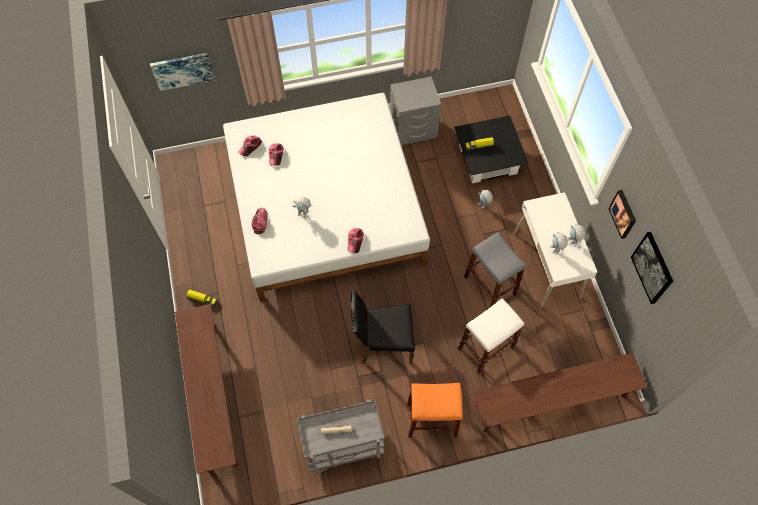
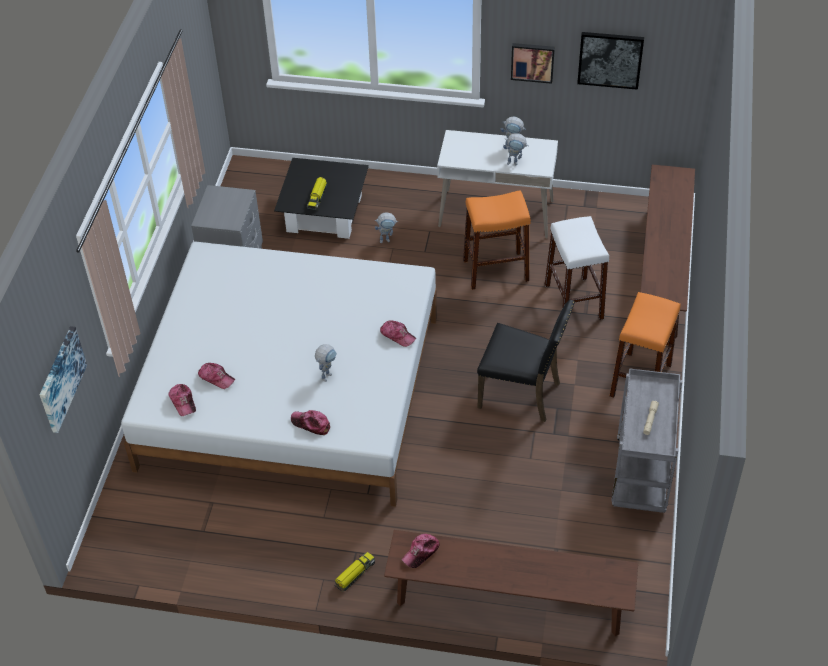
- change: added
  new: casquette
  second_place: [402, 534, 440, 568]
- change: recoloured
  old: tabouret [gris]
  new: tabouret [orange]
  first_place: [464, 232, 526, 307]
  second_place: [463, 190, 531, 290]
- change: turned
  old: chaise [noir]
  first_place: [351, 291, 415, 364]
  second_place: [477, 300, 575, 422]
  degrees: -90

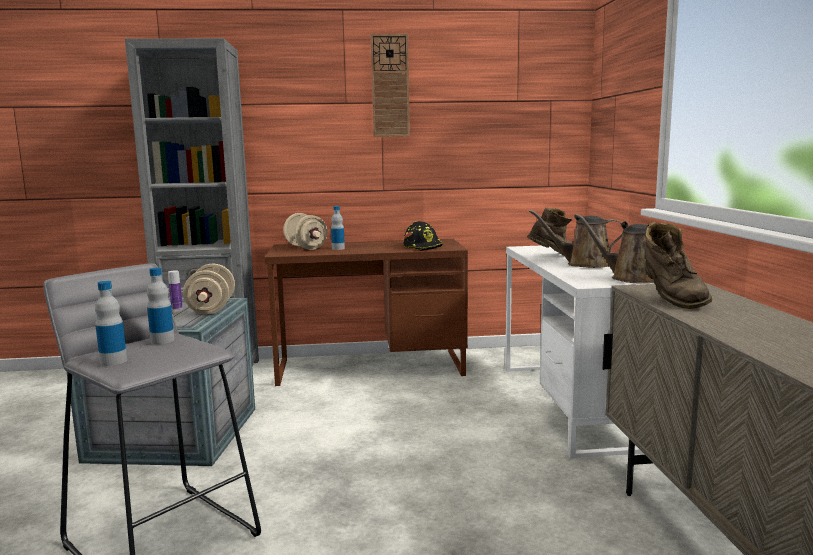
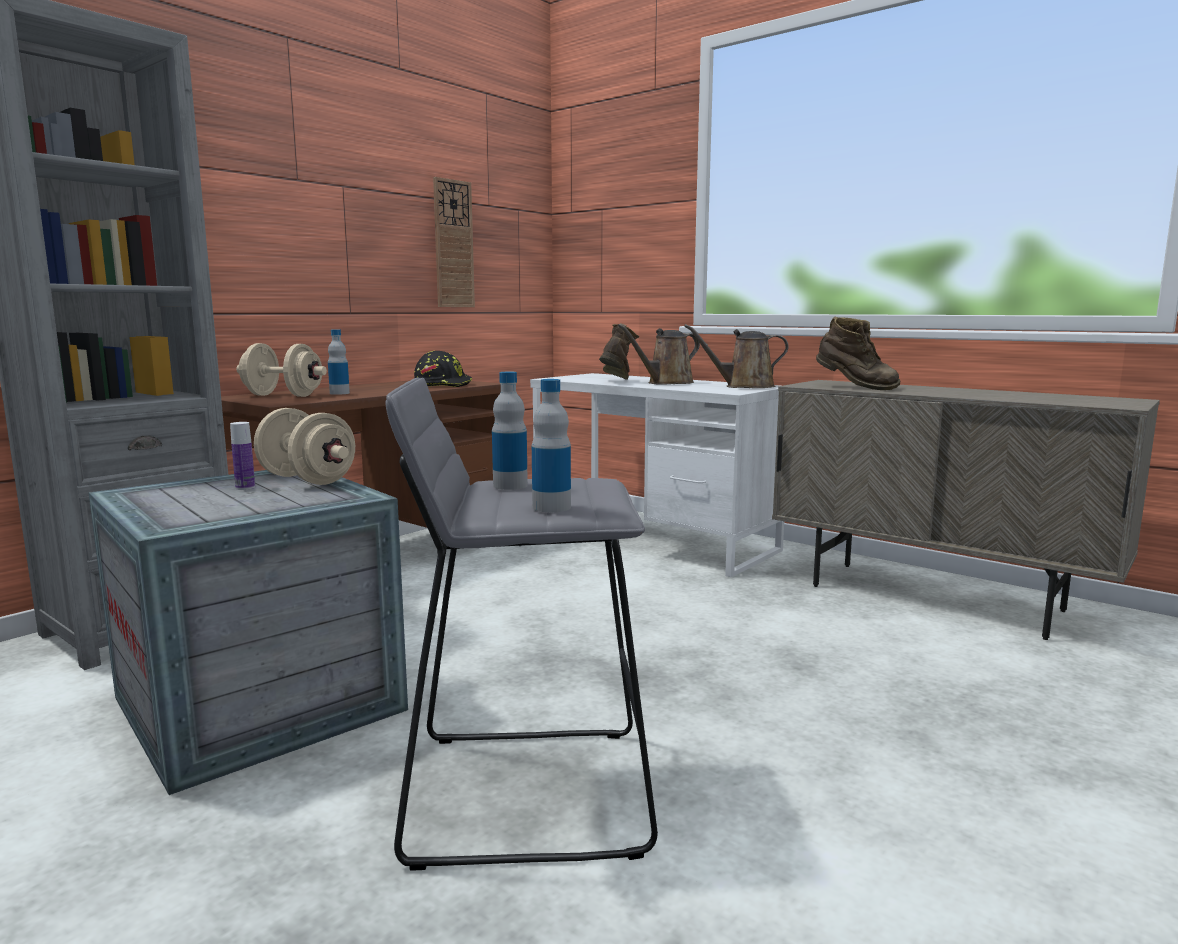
- change: moved
  old: horloge murale
  first_place: [370, 34, 410, 137]
  second_place: [433, 177, 475, 307]

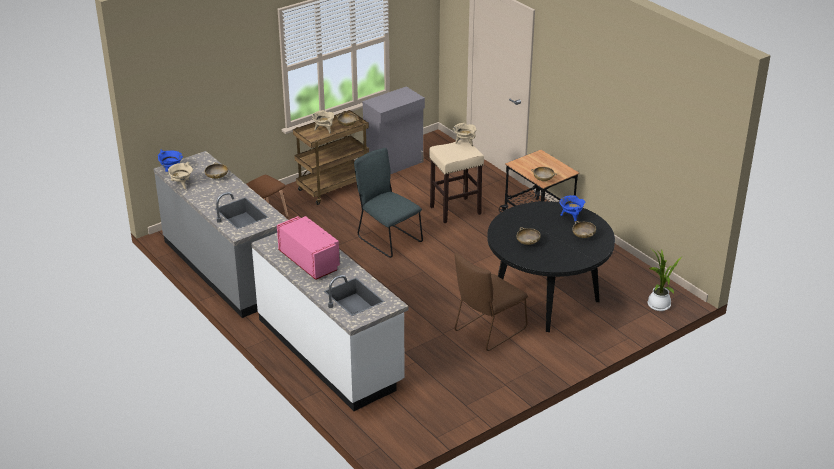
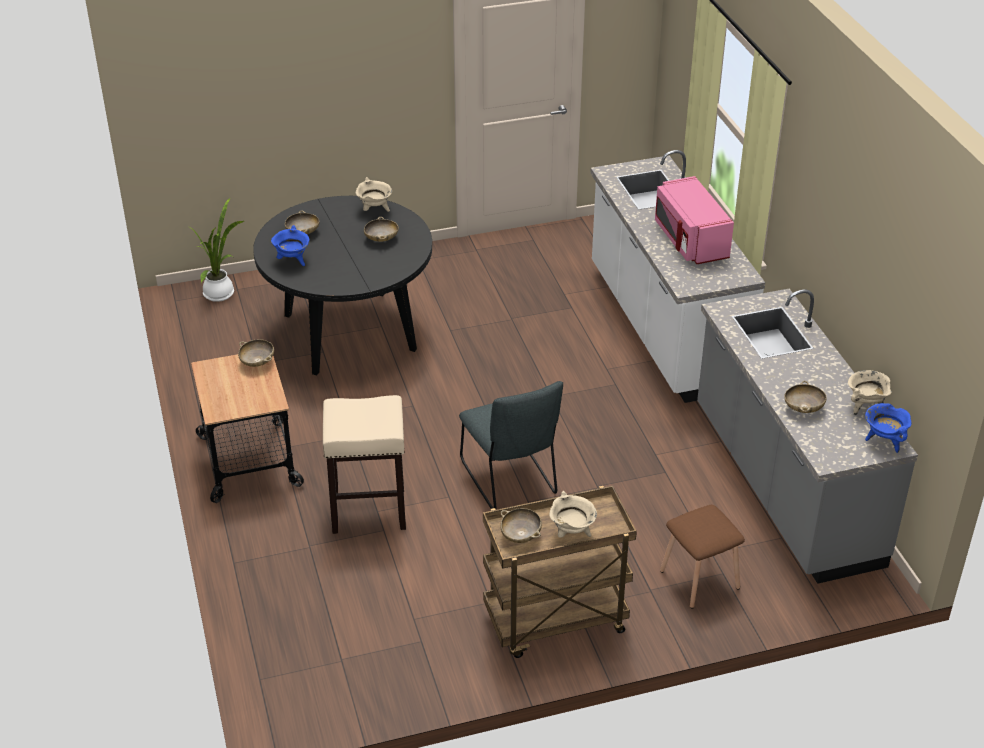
- change: moved
  old: marmite [beige]
  first_place: [453, 123, 476, 146]
  second_place: [356, 177, 392, 212]
- change: removed
  old: meuble de rangement [gris]
  first_place: [363, 86, 425, 174]
- change: removed
  old: chaise [marron]
  first_place: [455, 253, 528, 351]

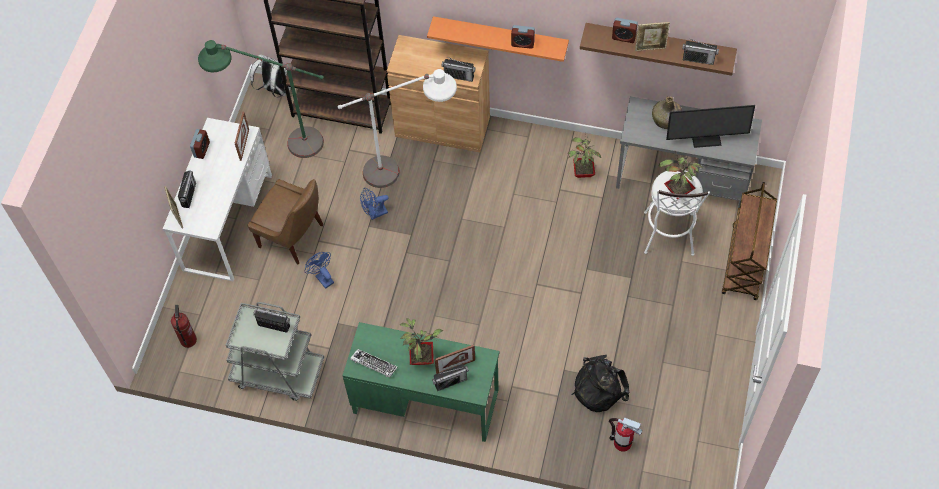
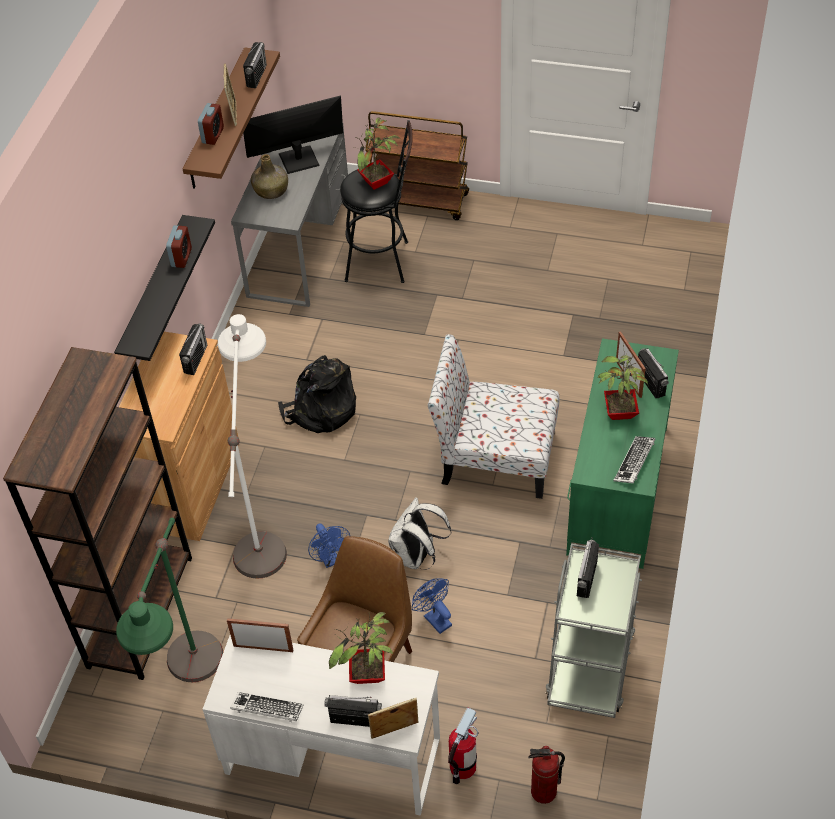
- change: recoloured
  old: étagère [orange]
  new: étagère [noir]
  first_place: [427, 16, 569, 62]
  second_place: [114, 215, 215, 361]
- change: replaced
  old: réveil
  new: clavier
  first_place: [190, 129, 210, 159]
  second_place: [230, 692, 304, 722]
- change: turned
  old: écran d'ordinateur
  first_place: [666, 105, 755, 148]
  second_place: [243, 95, 343, 174]
  degrees: -105
- change: moved
  old: sac à dos [noir]
  first_place: [571, 355, 630, 412]
  second_place: [278, 355, 356, 433]
- change: moved
  old: plante en pot
  first_place: [568, 132, 601, 178]
  second_place: [329, 612, 393, 684]
- change: recoloured
  old: tabouret [blanc]
  new: tabouret [noir]
  first_place: [644, 171, 710, 256]
  second_place: [340, 120, 413, 283]
- change: moved
  old: sac à dos [blanc]
  first_place: [250, 54, 291, 98]
  second_place: [388, 497, 451, 570]
- change: turned
  old: ventilateur [bleu]
  first_place: [304, 252, 334, 289]
  second_place: [412, 578, 452, 634]
  degrees: 90
- change: added
  new: chaise
  second_place: [428, 334, 560, 499]
- change: moved
  old: extincteur
  first_place: [609, 418, 642, 452]
  second_place: [448, 707, 478, 785]

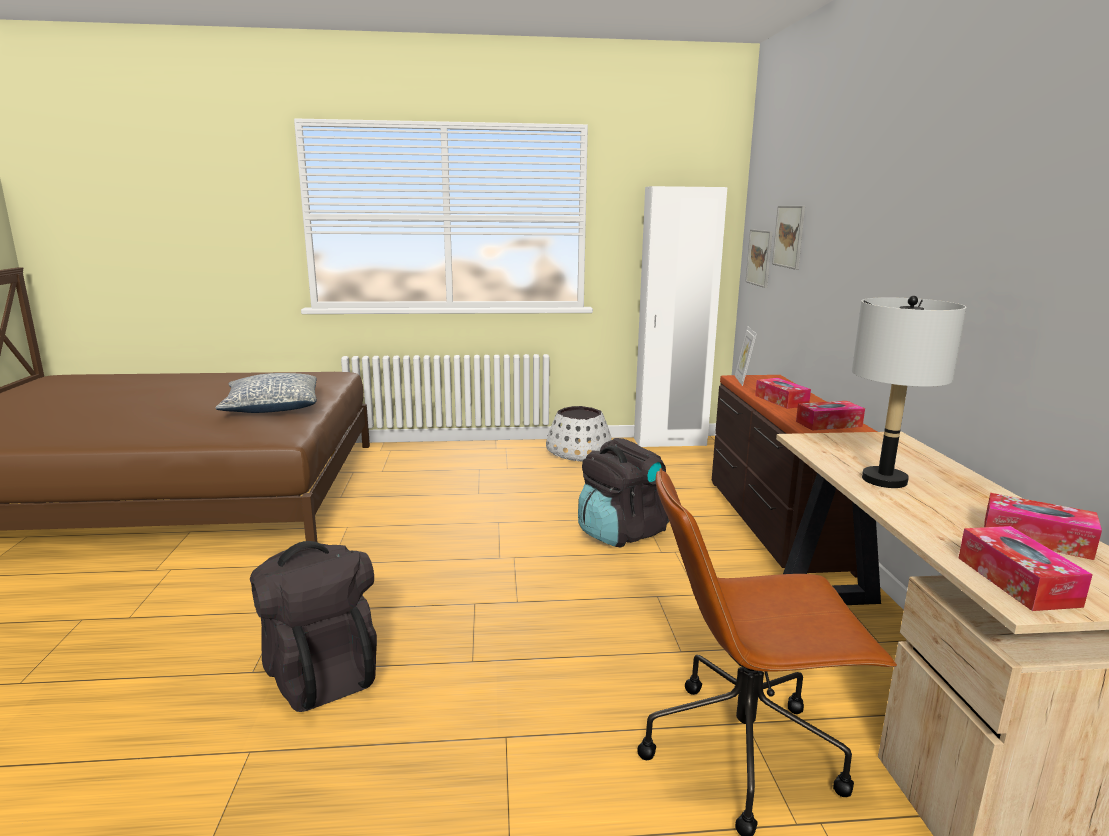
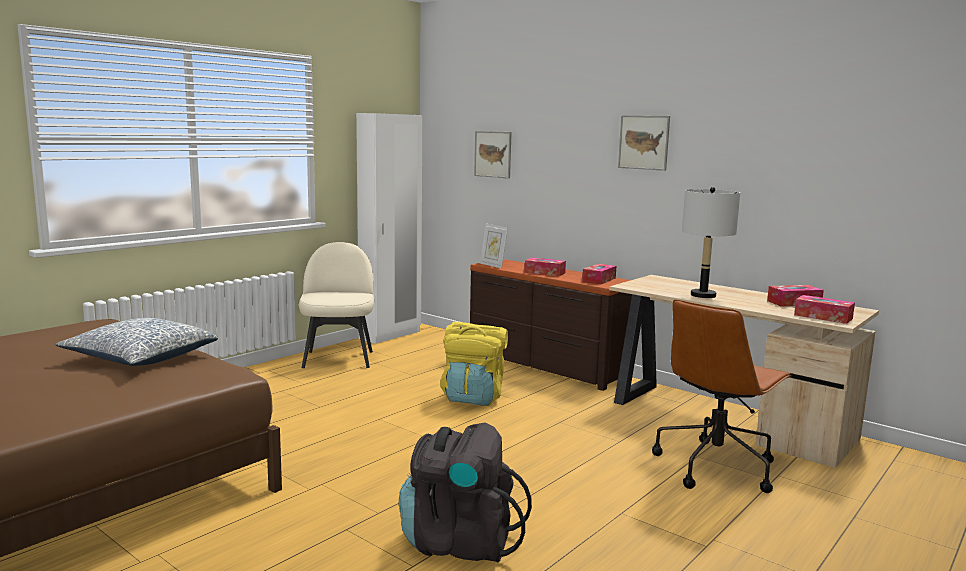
- change: replaced
  old: cache-pot [blanc]
  new: chaise [beige]
  first_place: [546, 406, 612, 462]
  second_place: [299, 242, 374, 368]
- change: recoloured
  old: sac à dos [noir]
  new: sac à dos [jaune]
  first_place: [578, 438, 669, 547]
  second_place: [440, 322, 508, 406]
- change: moved
  old: tableau
  first_place: [745, 229, 773, 288]
  second_place: [618, 115, 670, 171]

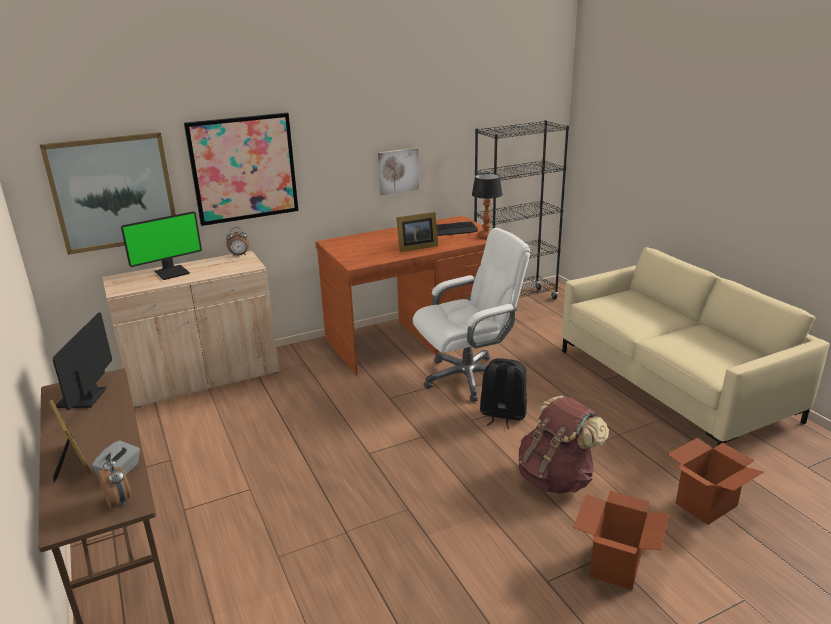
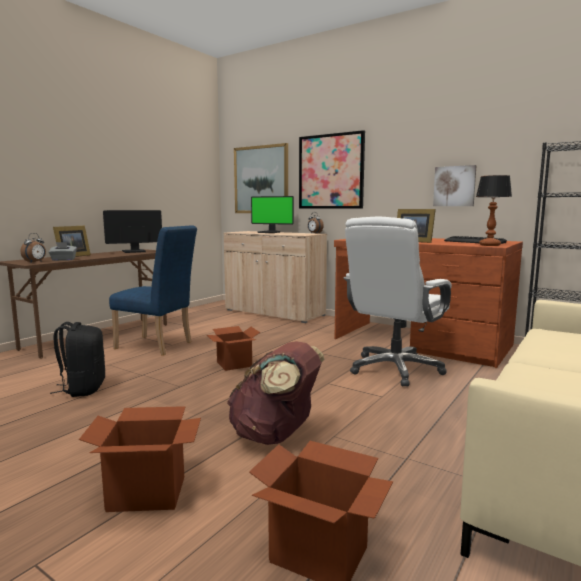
- change: moved
  old: sac à dos [noir]
  first_place: [480, 358, 527, 429]
  second_place: [50, 322, 105, 397]
- change: added
  new: chaise [bleu]
  second_place: [109, 225, 197, 356]
- change: added
  new: carton
  second_place: [207, 326, 260, 371]
- change: turned
  old: chaise de bureau [blanc]
  first_place: [413, 228, 531, 402]
  second_place: [343, 217, 452, 387]
  degrees: 90

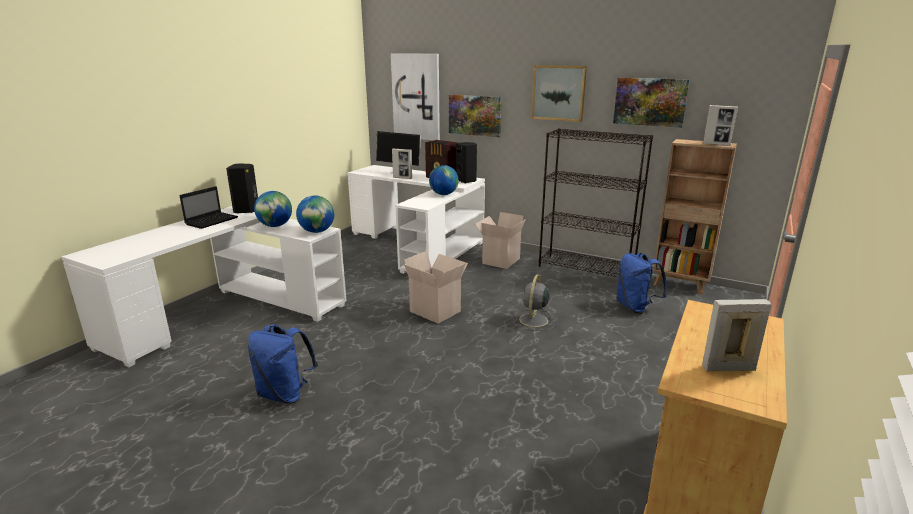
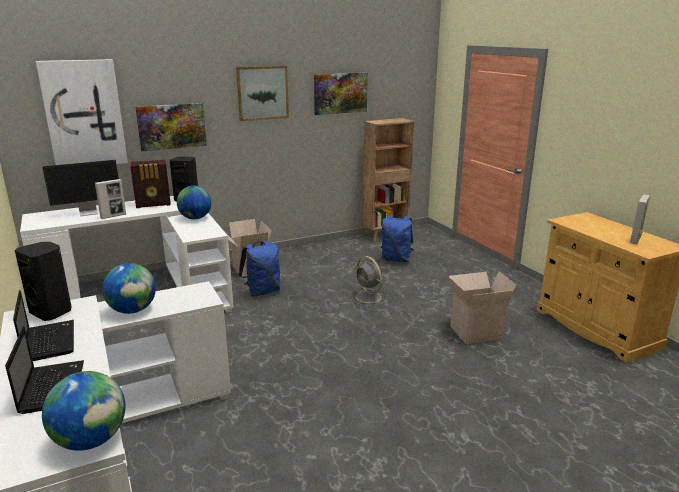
- change: added
  new: ordinateur portable
  second_place: [5, 326, 84, 414]
- change: moved
  old: globe
  first_place: [296, 195, 334, 233]
  second_place: [42, 371, 126, 451]
- change: moved
  old: sac à dos [bleu]
  first_place: [247, 324, 318, 404]
  second_place: [238, 241, 280, 297]
- change: moved
  old: carton
  first_place: [404, 251, 468, 324]
  second_place: [449, 271, 516, 344]
- change: removed
  old: bibliothèque [noir]
  first_place: [539, 128, 653, 277]
- change: removed
  old: cadre photo
  first_place: [703, 105, 738, 146]

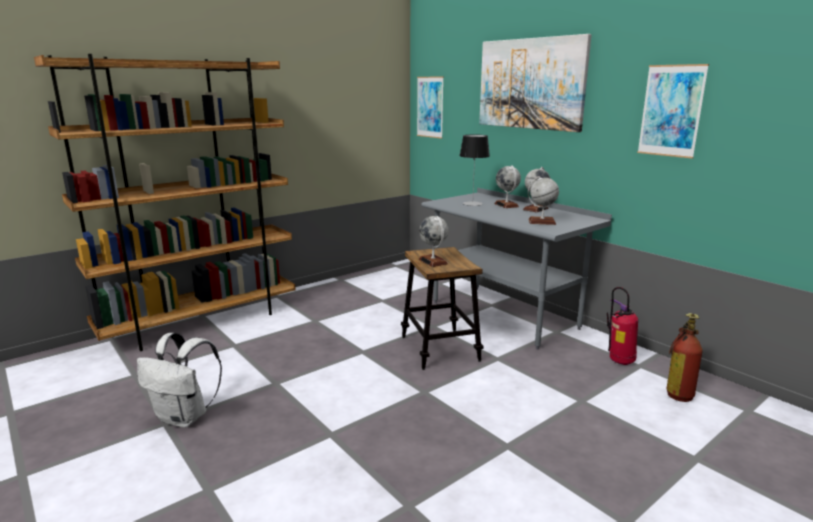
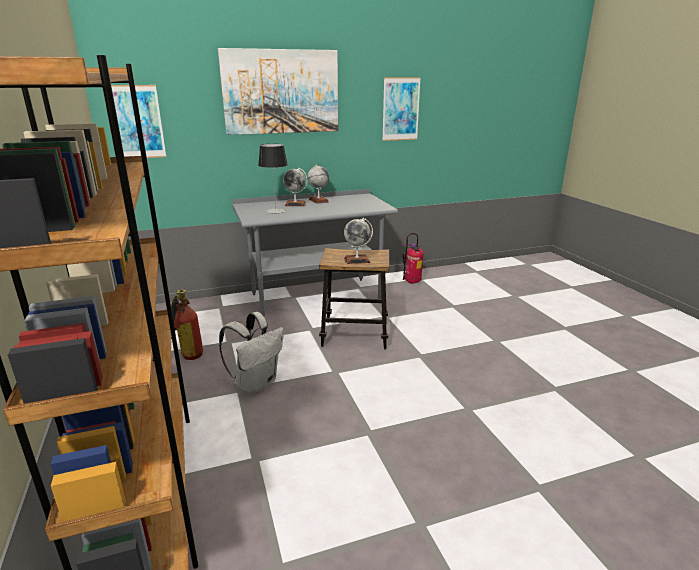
- change: moved
  old: extincteur
  first_place: [667, 313, 703, 402]
  second_place: [171, 289, 203, 360]
- change: moved
  old: sac à dos [blanc]
  first_place: [137, 333, 222, 428]
  second_place: [219, 312, 284, 394]
- change: removed
  old: globe
  first_place: [528, 176, 559, 225]

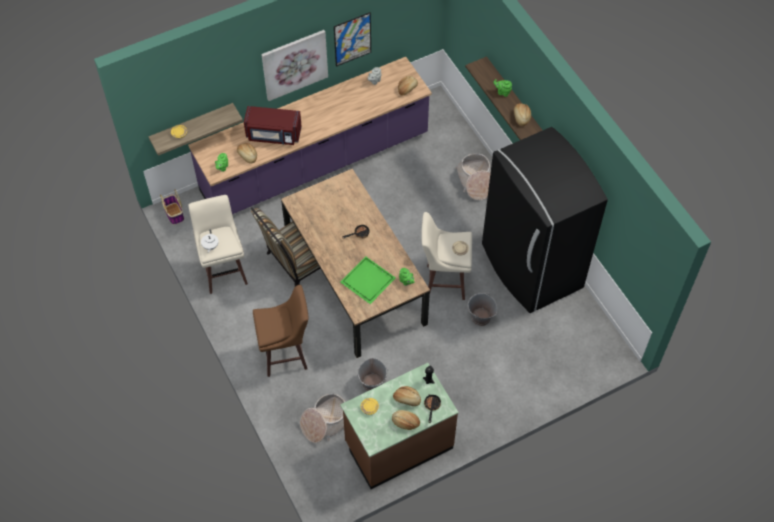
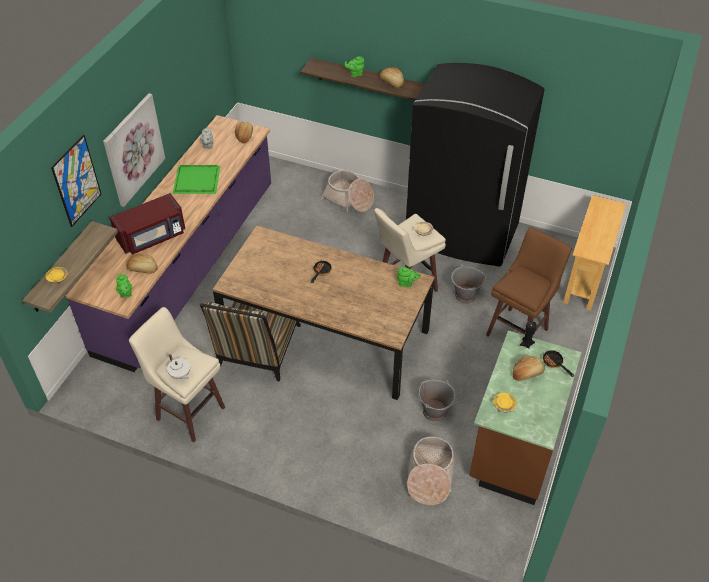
- change: moved
  old: tableau
  first_place: [334, 12, 371, 67]
  second_place: [51, 135, 101, 227]
- change: moved
  old: plateau [vert]
  first_place: [340, 257, 396, 304]
  second_place: [173, 165, 220, 194]
- change: moved
  old: tabouret [marron]
  first_place: [253, 285, 308, 377]
  second_place: [486, 227, 572, 337]
- change: added
  new: table console [beige]
  second_place: [563, 195, 626, 311]
- change: removed
  old: panier
  first_place: [160, 190, 184, 225]
- change: removed
  old: pain
  first_place: [392, 410, 420, 430]

